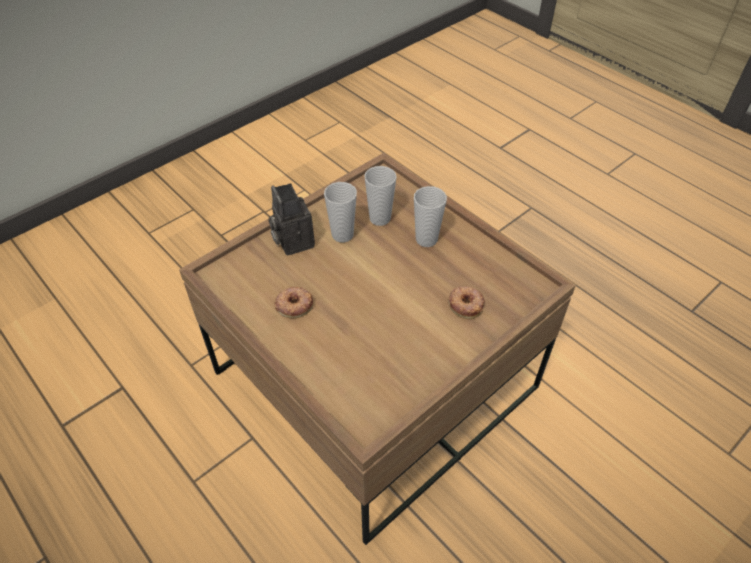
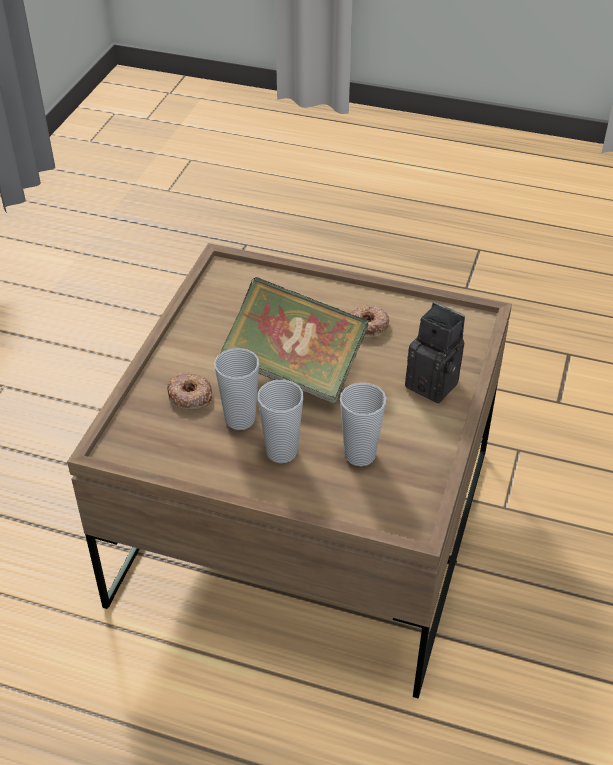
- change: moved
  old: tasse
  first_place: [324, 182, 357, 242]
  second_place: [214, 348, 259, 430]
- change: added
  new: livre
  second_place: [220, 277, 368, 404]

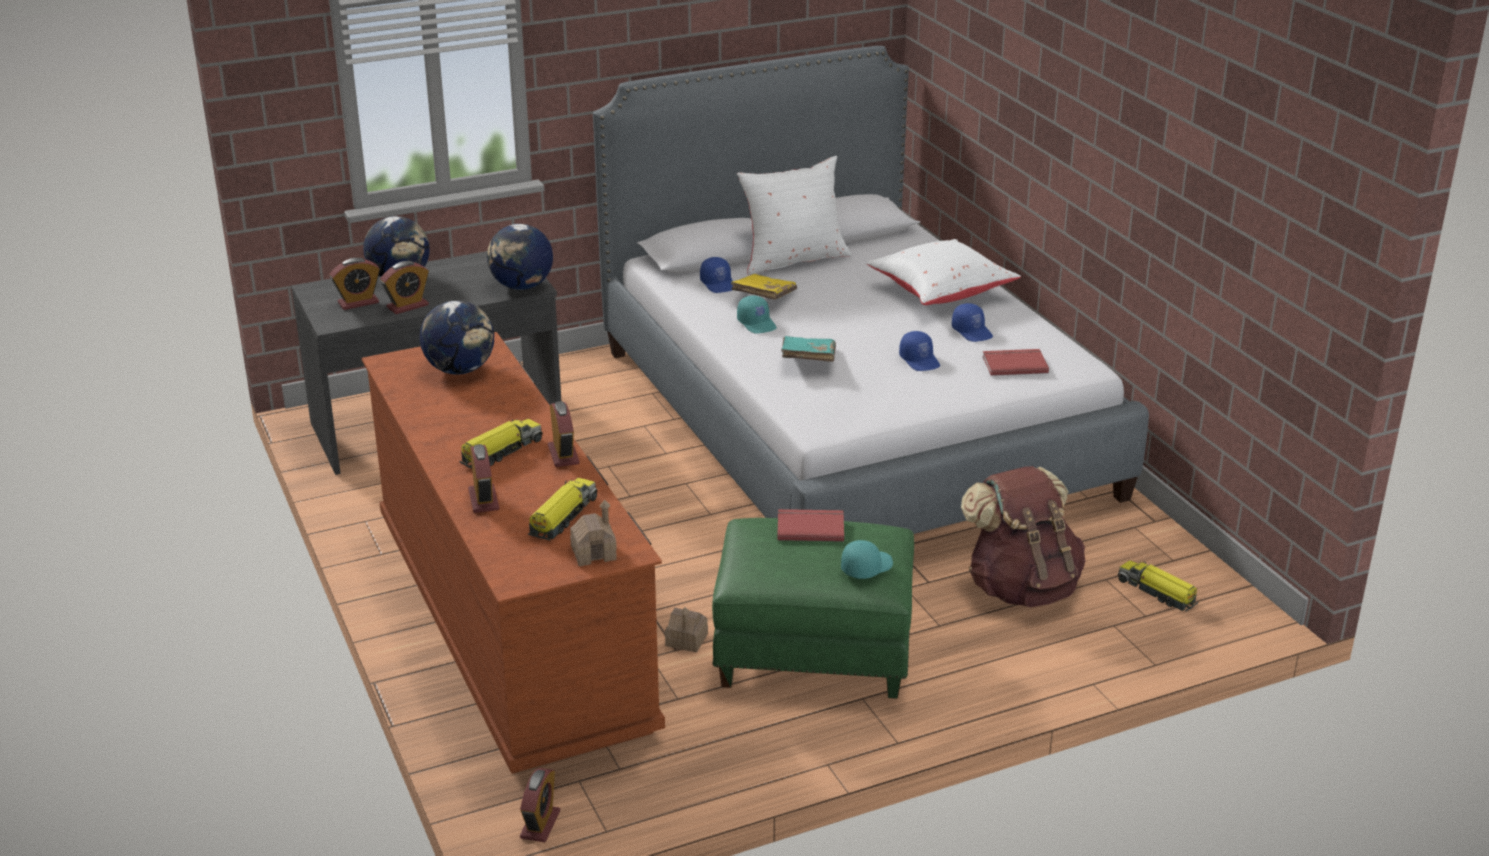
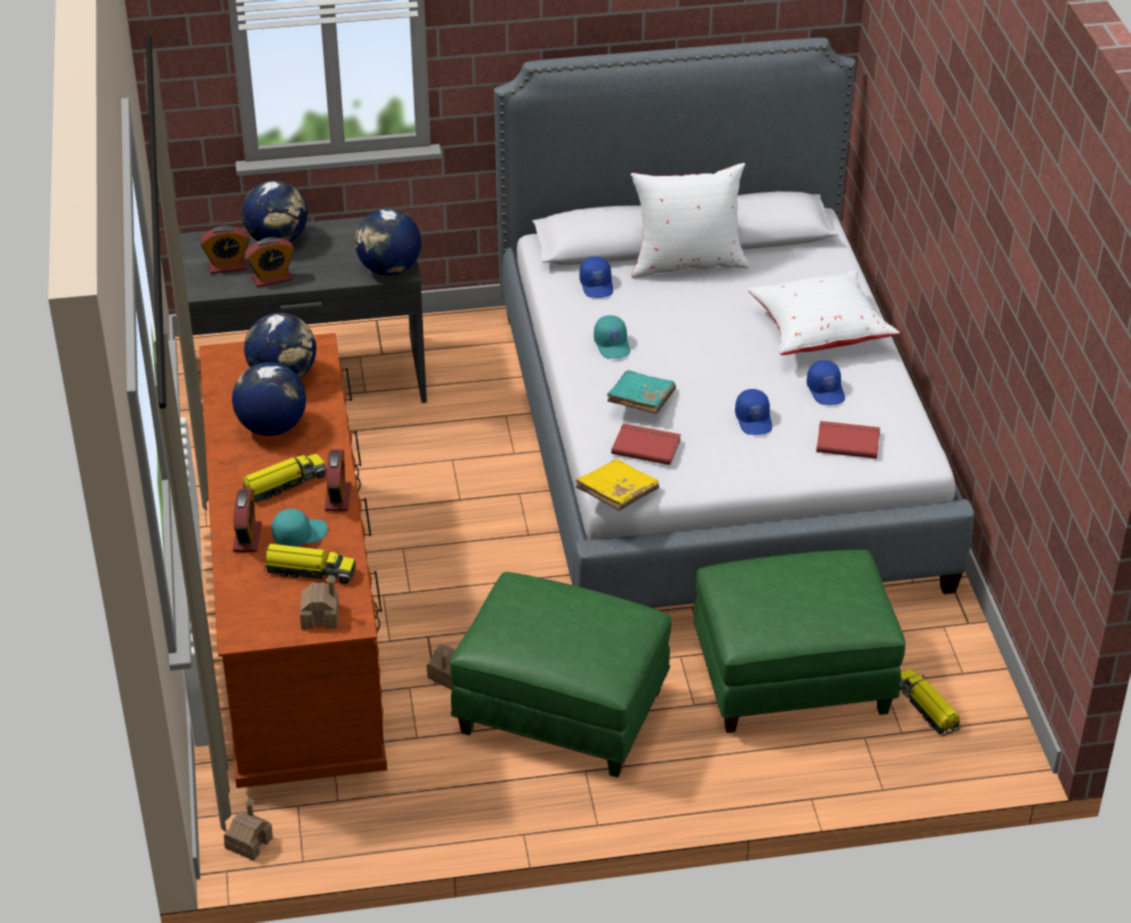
- change: replaced
  old: réveil
  new: maison miniature
  first_place: [520, 768, 560, 842]
  second_place: [224, 798, 273, 861]
- change: added
  new: globe
  second_place: [232, 362, 306, 436]
- change: turned
  old: camion jouet
  first_place: [528, 478, 597, 540]
  second_place: [263, 544, 356, 584]
  degrees: 60
- change: moved
  old: casquette [turquoise]
  first_place: [841, 540, 893, 579]
  second_place: [272, 509, 328, 547]
- change: moved
  old: livre [jaune]
  first_place: [731, 274, 797, 300]
  second_place: [575, 459, 659, 510]
- change: moved
  old: livre [rouge]
  first_place: [777, 509, 844, 542]
  second_place: [611, 423, 681, 465]
- change: replaced
  old: sac à dos [marron]
  new: pouf [vert]
  first_place: [961, 466, 1085, 608]
  second_place: [693, 550, 906, 733]

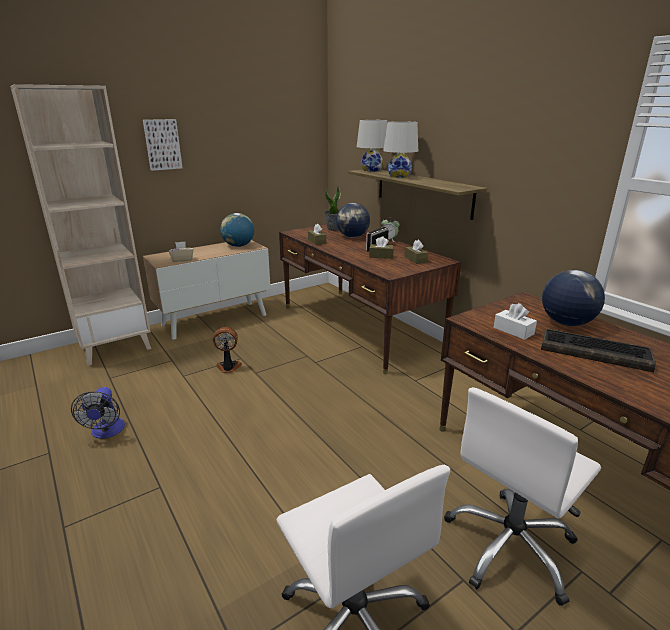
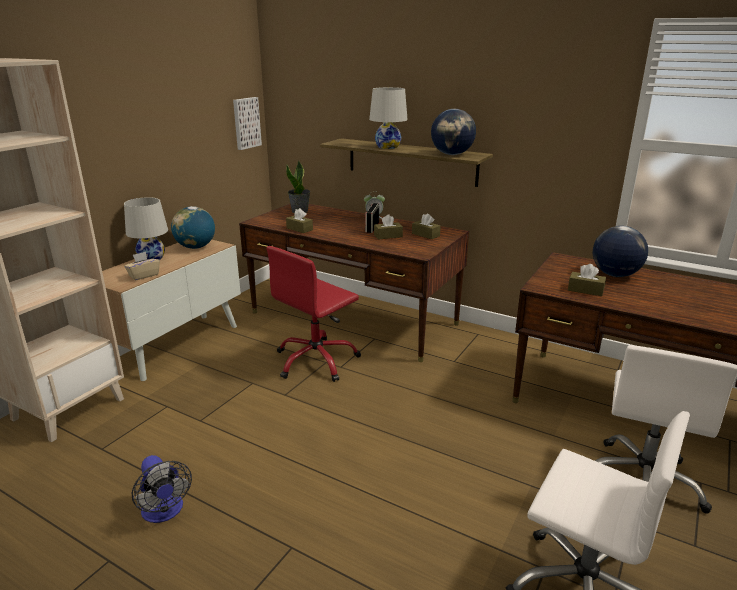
- change: moved
  old: lampe de table [blanc]
  first_place: [357, 120, 387, 172]
  second_place: [124, 197, 168, 260]
- change: moved
  old: tableau
  first_place: [143, 119, 182, 171]
  second_place: [233, 97, 262, 150]
- change: added
  new: chaise de bureau [rouge]
  second_place: [267, 246, 361, 382]
- change: moved
  old: globe
  first_place: [336, 203, 370, 238]
  second_place: [431, 109, 476, 155]
- change: recoloured
  old: boîte à mouchoirs [blanc]
  new: boîte à mouchoirs [marron]
  first_place: [494, 303, 537, 340]
  second_place: [568, 264, 606, 296]
- change: removed
  old: ventilateur
  first_place: [213, 327, 242, 373]
- change: removed
  old: clavier
  first_place: [541, 328, 656, 372]

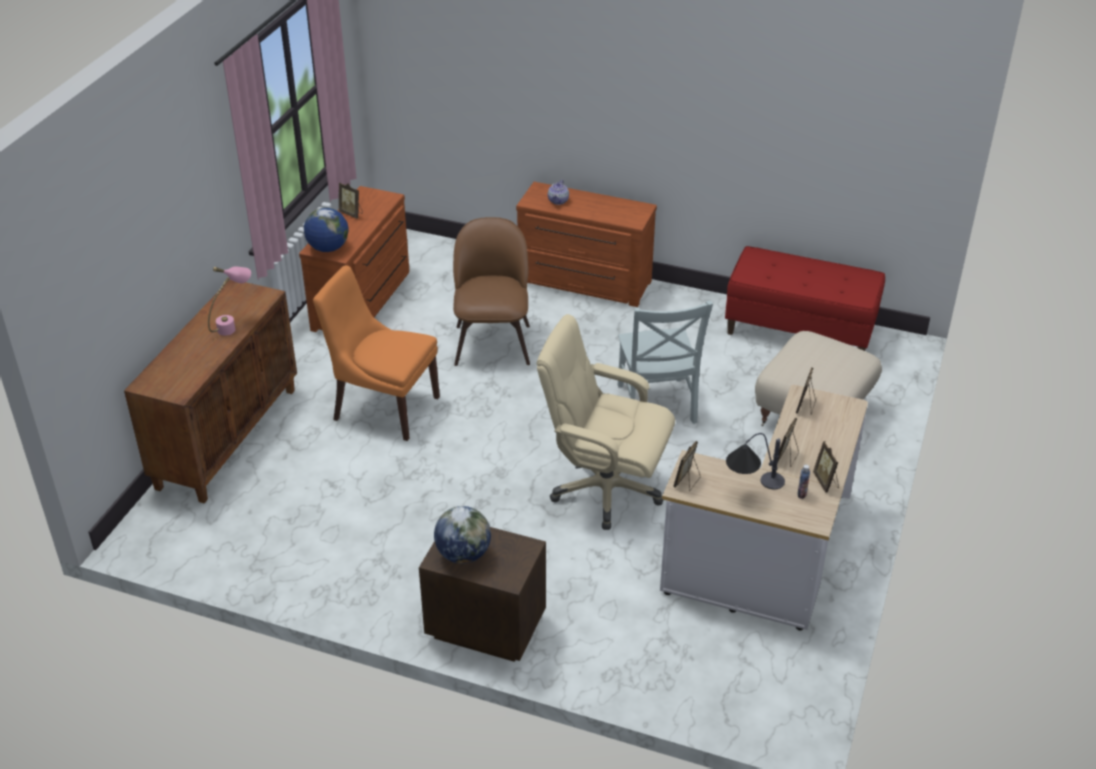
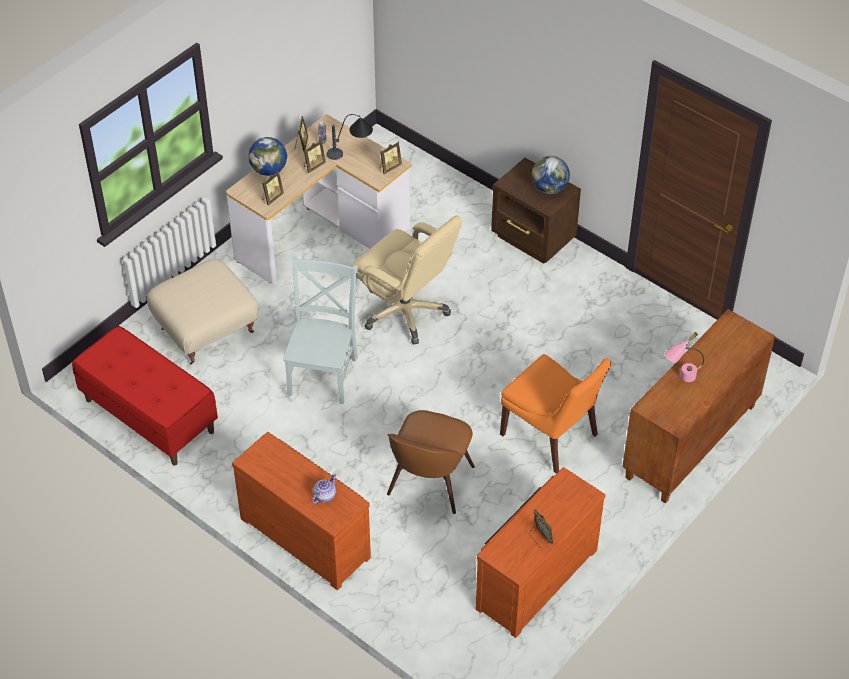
- change: moved
  old: globe
  first_place: [304, 208, 348, 252]
  second_place: [249, 137, 287, 176]

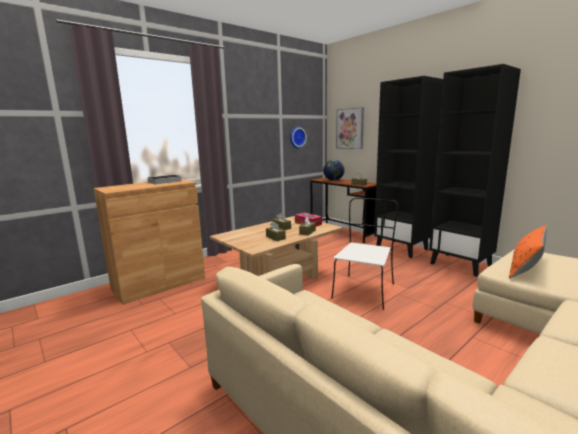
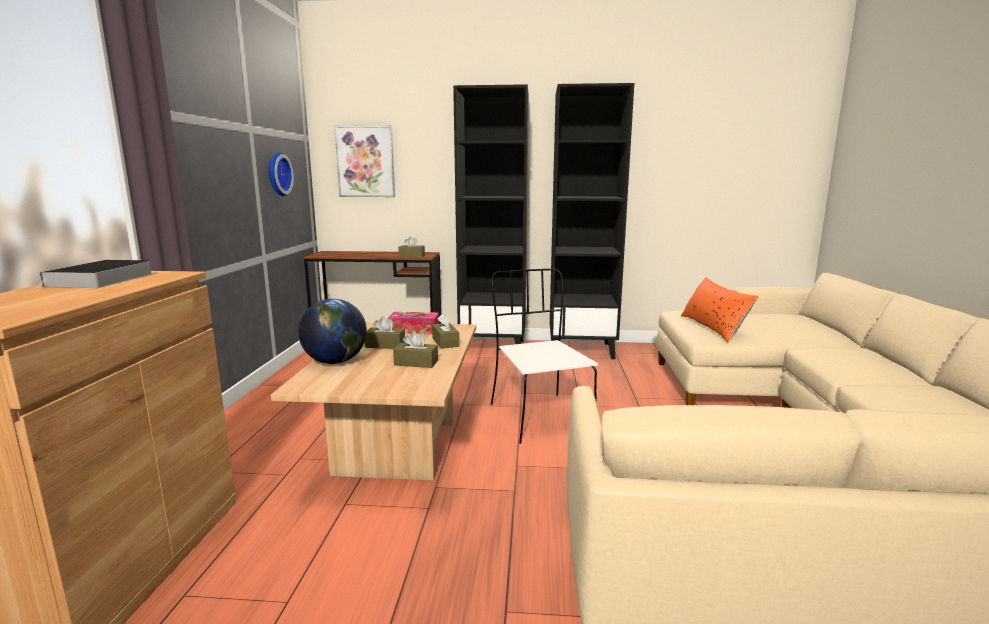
- change: moved
  old: globe
  first_place: [323, 159, 345, 181]
  second_place: [298, 299, 367, 364]

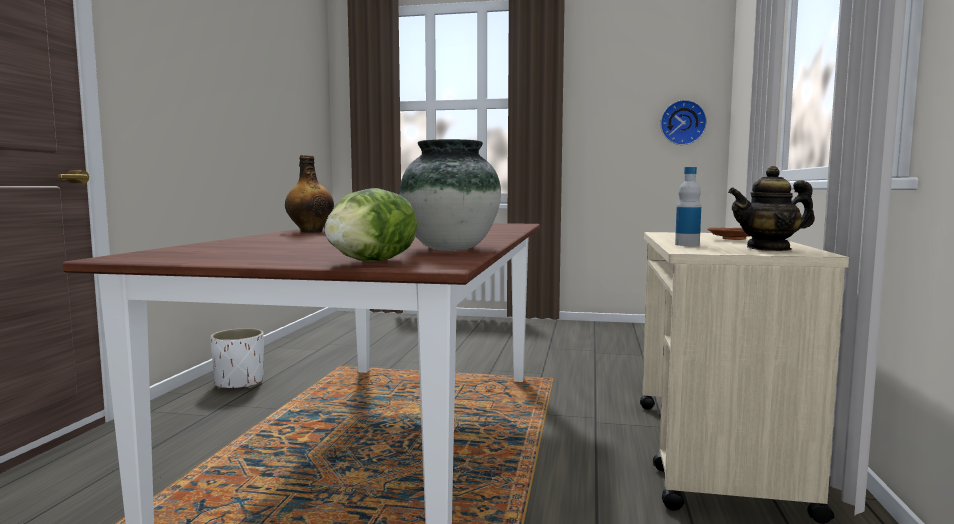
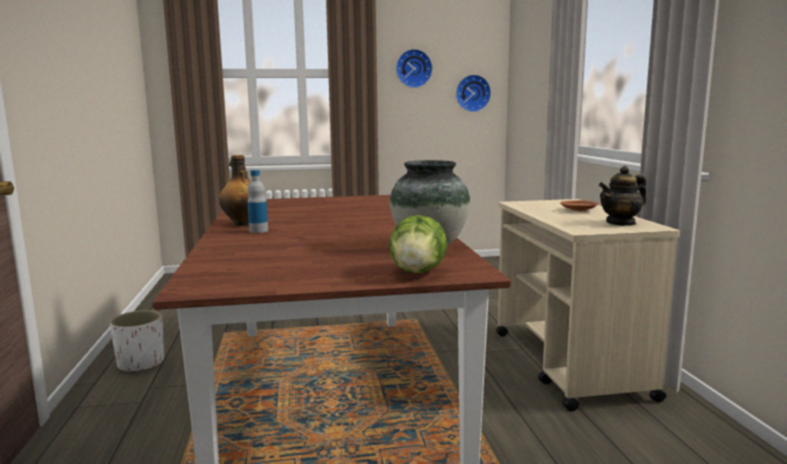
- change: moved
  old: bouteille
  first_place: [675, 167, 701, 246]
  second_place: [247, 170, 268, 233]
- change: added
  new: horloge murale
  second_place: [396, 49, 433, 88]

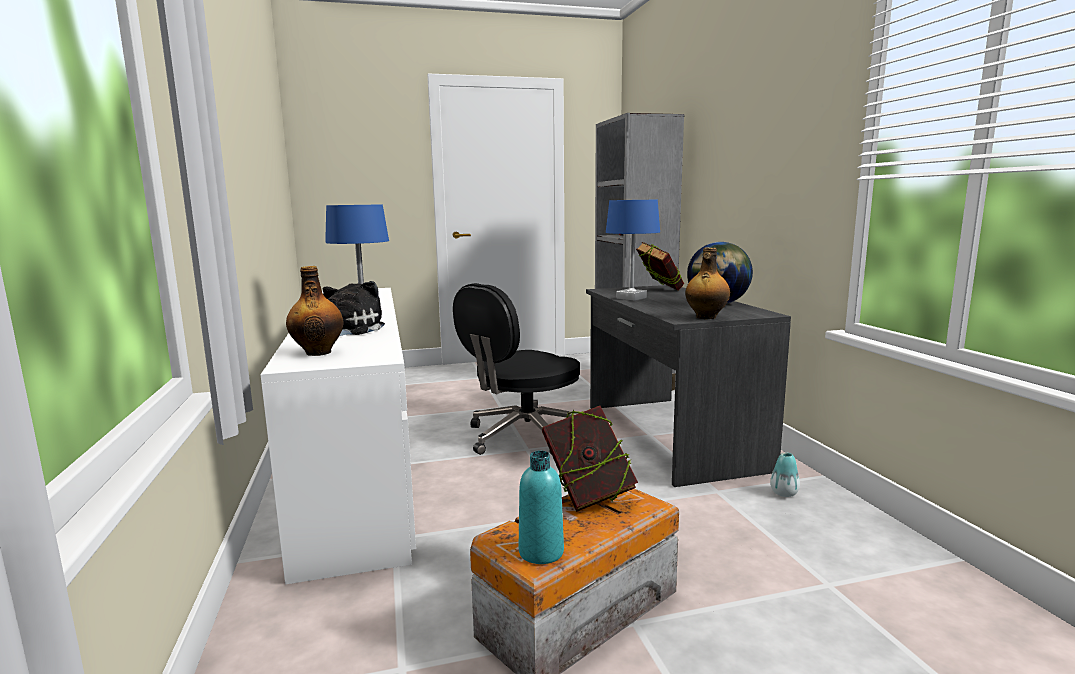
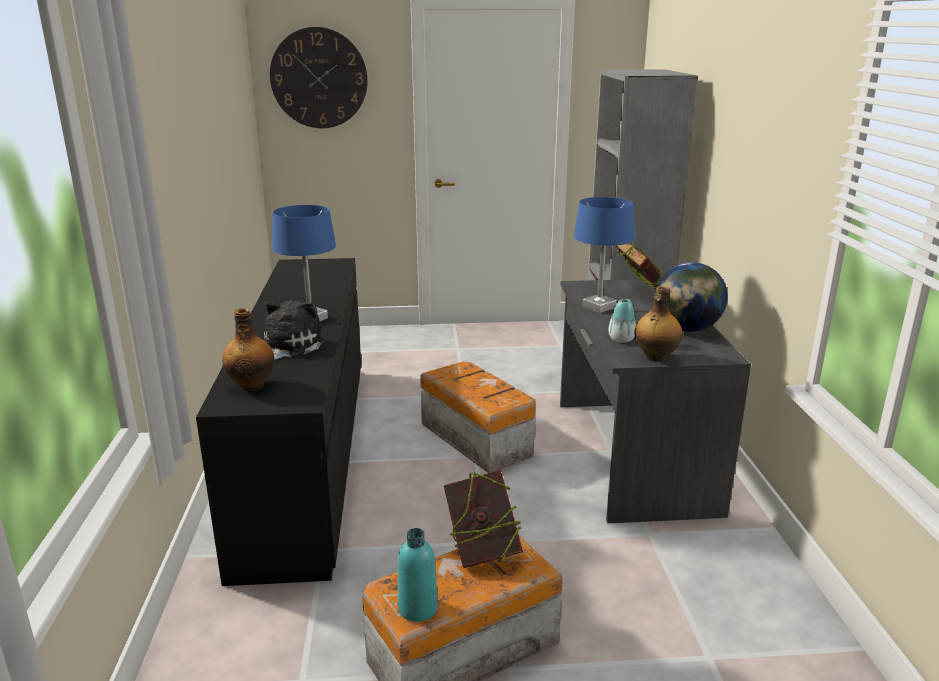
- change: recoloured
  old: commode [blanc]
  new: commode [noir]
  first_place: [260, 288, 416, 585]
  second_place: [196, 258, 361, 586]
- change: added
  new: horloge murale
  second_place: [270, 27, 368, 128]
- change: replaced
  old: chaise de bureau [noir]
  new: boîte de rangement
  first_place: [453, 283, 580, 455]
  second_place: [420, 362, 536, 473]
- change: moved
  old: vase
  first_place: [770, 453, 800, 497]
  second_place: [608, 299, 636, 343]

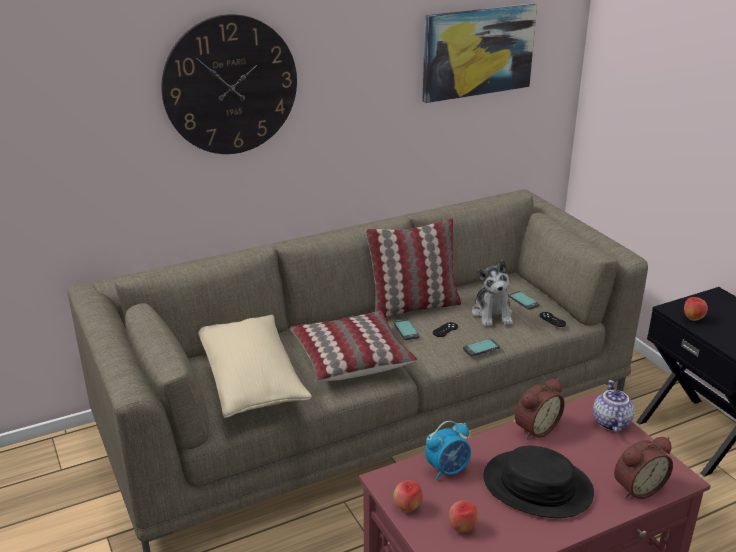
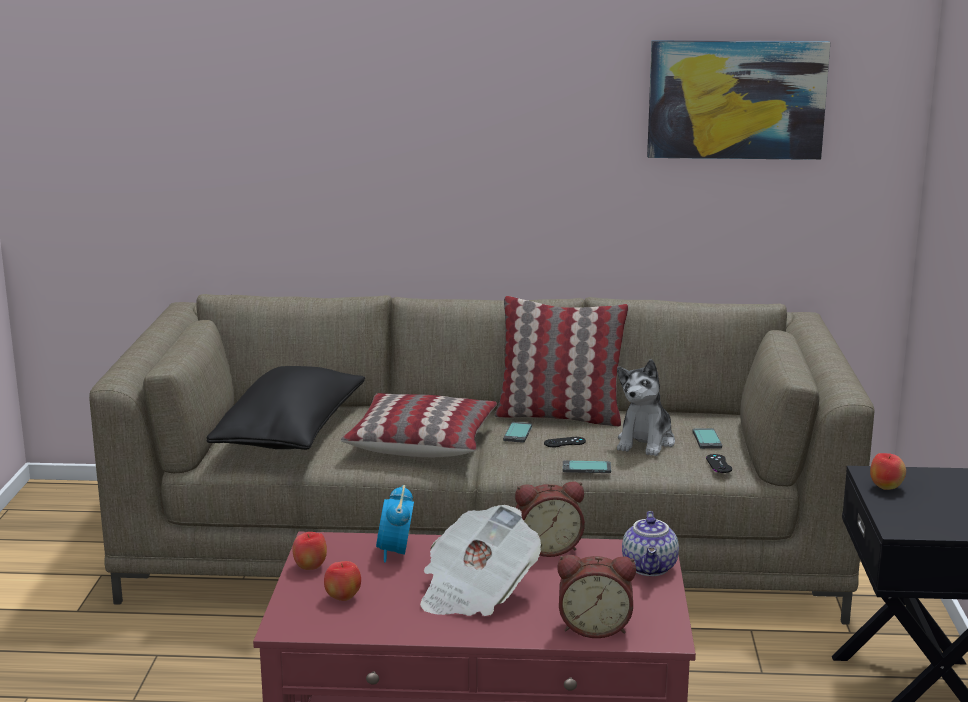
- change: recoloured
  old: coussin [beige]
  new: coussin [noir]
  first_place: [198, 315, 312, 418]
  second_place: [206, 366, 365, 450]
- change: turned
  old: réveil
  first_place: [425, 421, 471, 481]
  second_place: [376, 485, 414, 562]
  degrees: 90
- change: replaced
  old: chapeau [noir]
  new: journal
  first_place: [483, 446, 594, 518]
  second_place: [420, 505, 541, 616]
- change: turned
  old: théière
  first_place: [593, 380, 635, 433]
  second_place: [622, 511, 679, 576]
  degrees: 150
- change: removed
  old: horloge murale
  first_place: [161, 14, 297, 154]

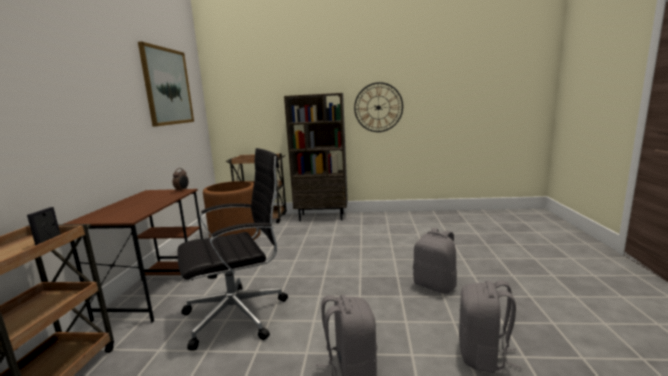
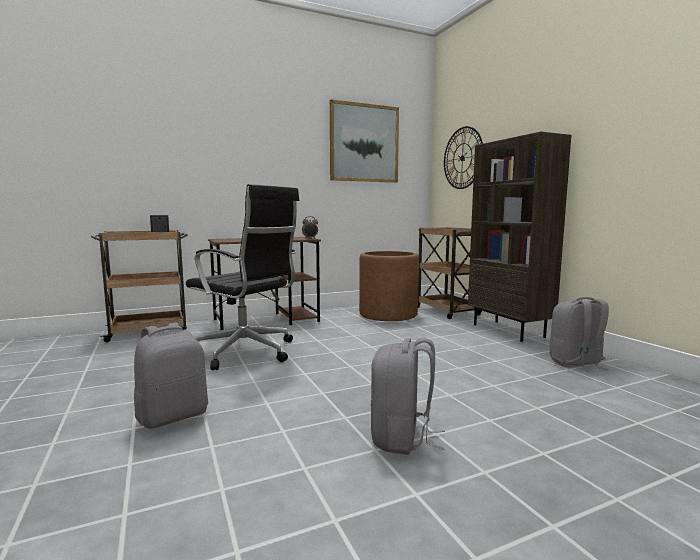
- change: moved
  old: horloge murale
  first_place: [354, 82, 403, 132]
  second_place: [444, 126, 483, 189]
- change: moved
  old: sac à dos [gris]
  first_place: [459, 280, 522, 373]
  second_place: [549, 297, 609, 372]

